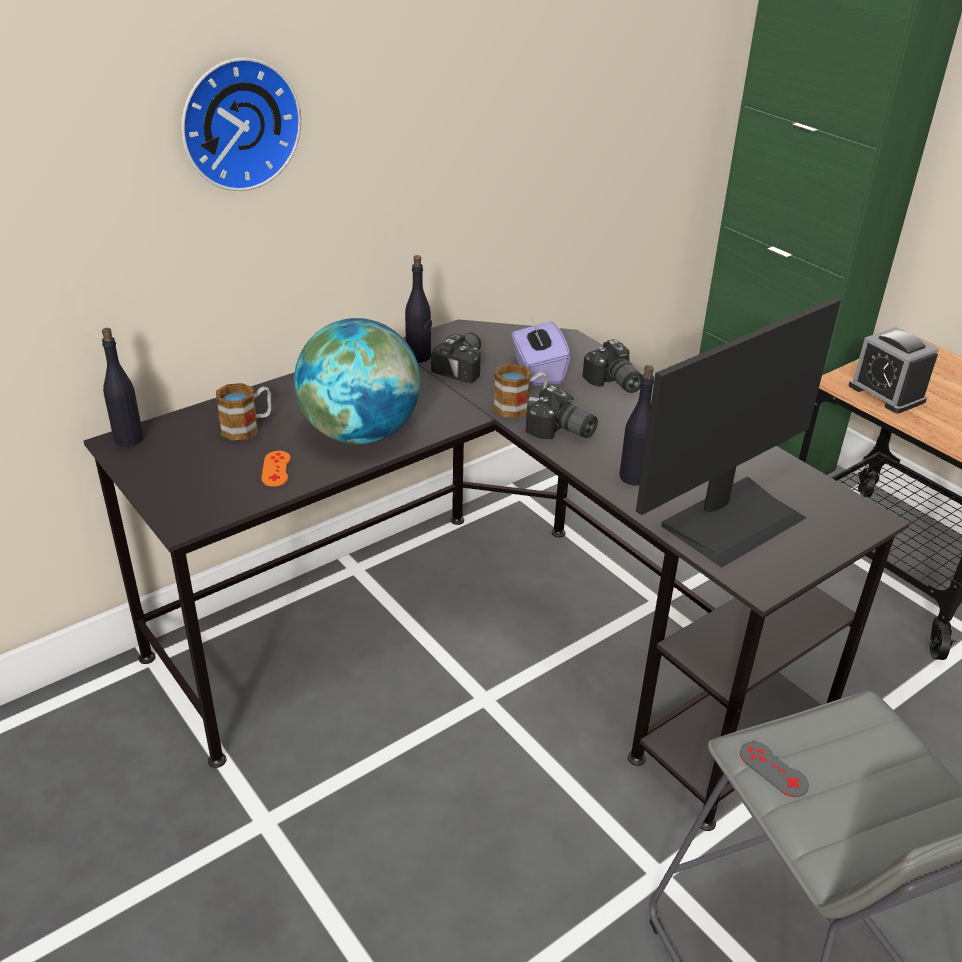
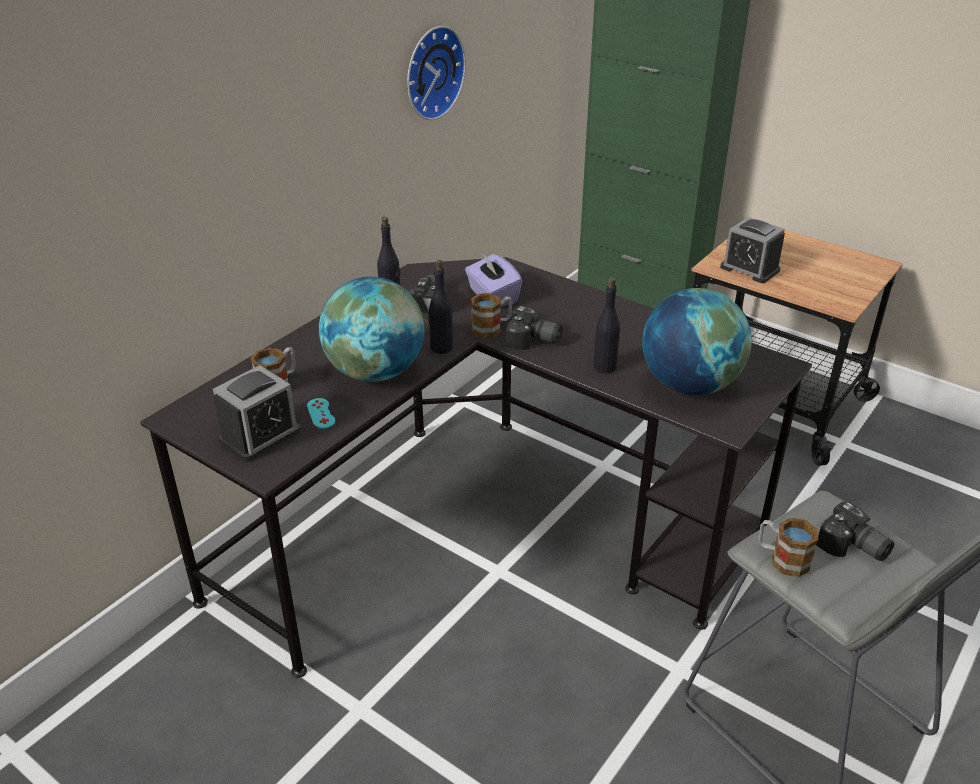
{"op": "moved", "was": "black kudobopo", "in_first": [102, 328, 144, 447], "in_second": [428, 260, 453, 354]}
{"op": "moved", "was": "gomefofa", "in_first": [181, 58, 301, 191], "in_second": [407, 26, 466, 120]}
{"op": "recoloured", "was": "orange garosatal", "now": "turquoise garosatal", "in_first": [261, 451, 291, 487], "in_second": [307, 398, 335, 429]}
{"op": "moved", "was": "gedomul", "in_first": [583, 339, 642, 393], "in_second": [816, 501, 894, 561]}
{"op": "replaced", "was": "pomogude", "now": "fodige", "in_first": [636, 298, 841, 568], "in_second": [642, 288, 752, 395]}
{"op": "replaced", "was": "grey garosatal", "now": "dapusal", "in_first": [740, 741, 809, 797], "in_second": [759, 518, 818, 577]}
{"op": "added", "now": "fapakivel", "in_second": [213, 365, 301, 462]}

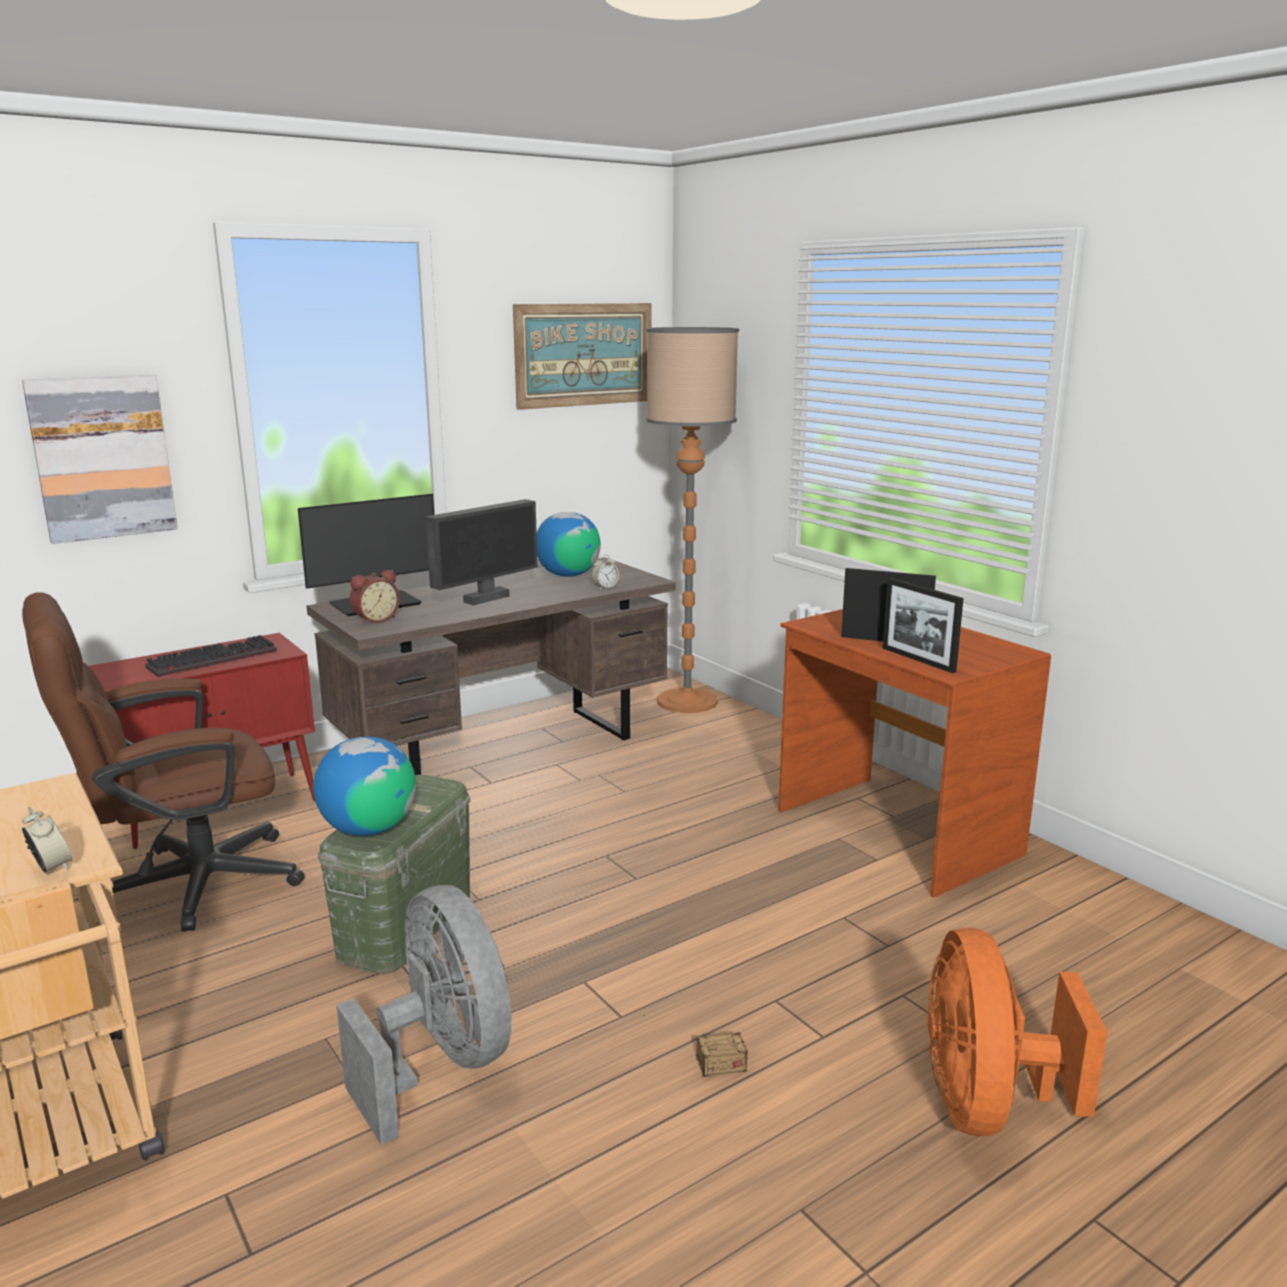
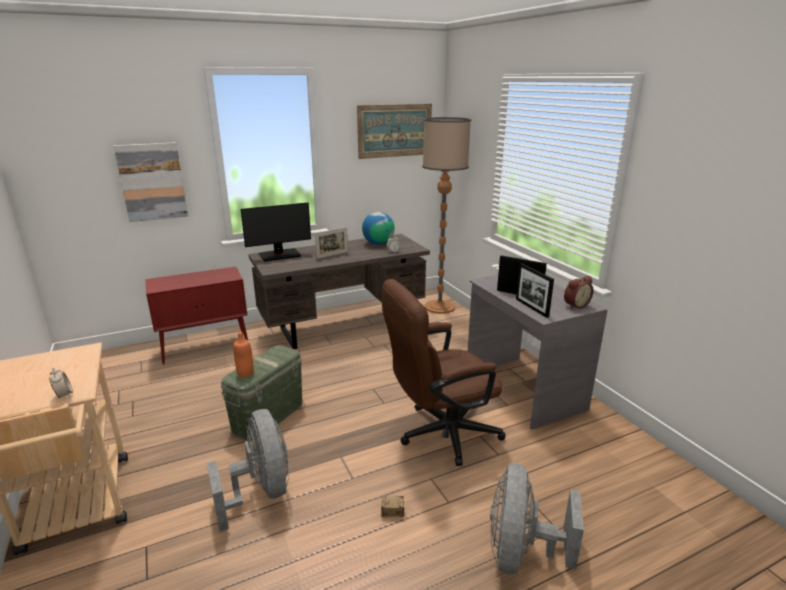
{"op": "moved", "was": "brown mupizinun", "in_first": [22, 592, 305, 932], "in_second": [382, 279, 506, 466]}
{"op": "removed", "was": "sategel", "in_first": [145, 635, 277, 677]}
{"op": "replaced", "was": "fodige", "now": "orange kudobopo", "in_first": [313, 737, 416, 836], "in_second": [233, 332, 254, 377]}
{"op": "moved", "was": "fapakivel", "in_first": [350, 570, 400, 624], "in_second": [564, 276, 593, 309]}
{"op": "replaced", "was": "pomogude", "now": "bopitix", "in_first": [425, 499, 538, 605], "in_second": [315, 227, 348, 259]}
{"op": "recoloured", "was": "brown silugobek", "now": "grey silugobek", "in_first": [778, 609, 1051, 897], "in_second": [468, 275, 608, 430]}
{"op": "recoloured", "was": "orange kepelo", "now": "grey kepelo", "in_first": [927, 928, 1108, 1137], "in_second": [490, 463, 584, 575]}

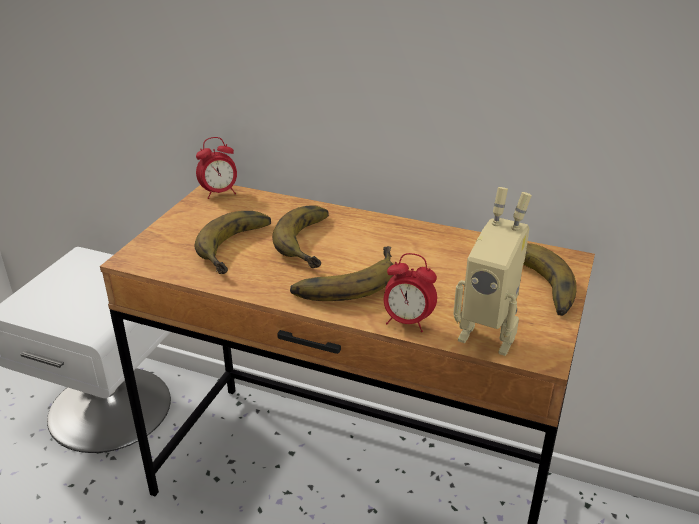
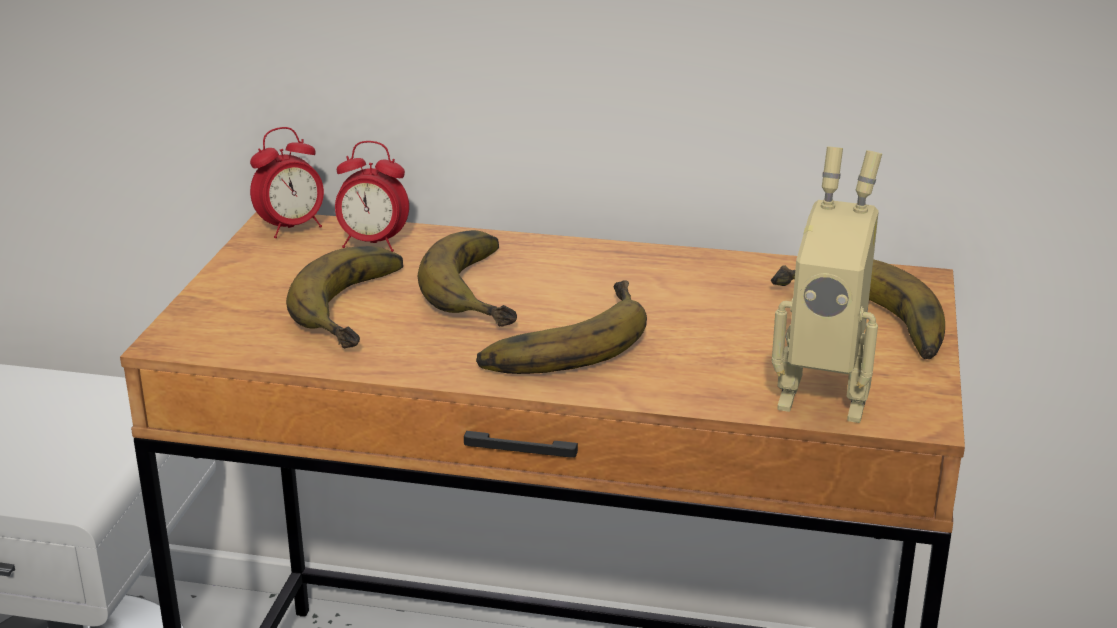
{"op": "moved", "was": "fapakivel", "in_first": [384, 253, 437, 332], "in_second": [335, 141, 409, 252]}

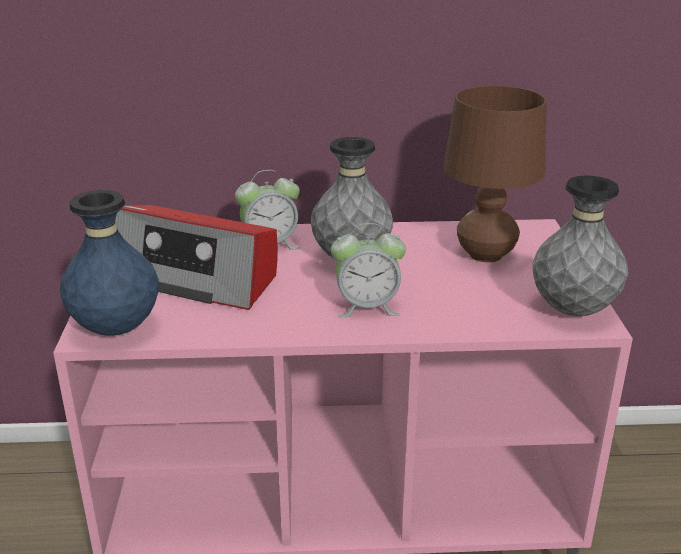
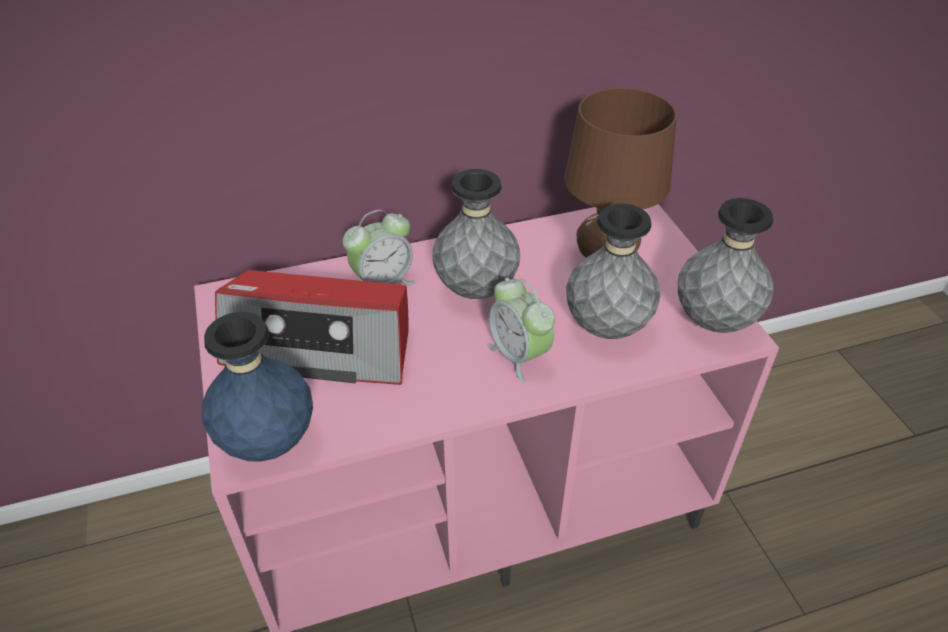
{"op": "turned", "was": "fapakivel", "in_first": [331, 223, 406, 318], "in_second": [487, 278, 555, 382], "clockwise": 75}
{"op": "added", "now": "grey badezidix", "in_second": [566, 204, 660, 339]}

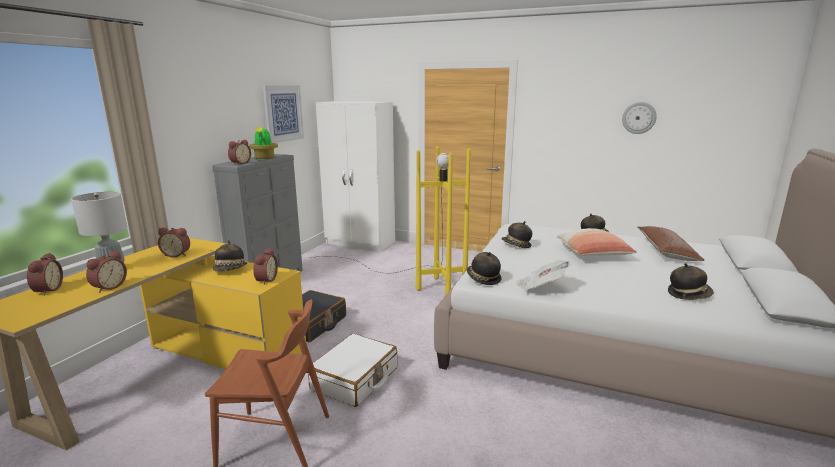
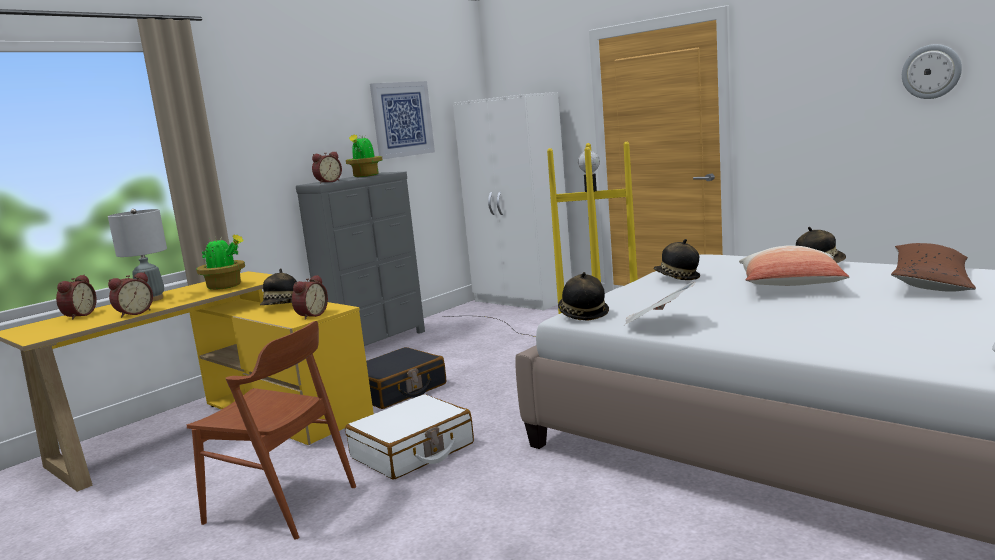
{"op": "replaced", "was": "fapakivel", "now": "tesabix", "in_first": [158, 228, 190, 258], "in_second": [196, 235, 245, 290]}
{"op": "removed", "was": "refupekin", "in_first": [668, 263, 713, 300]}

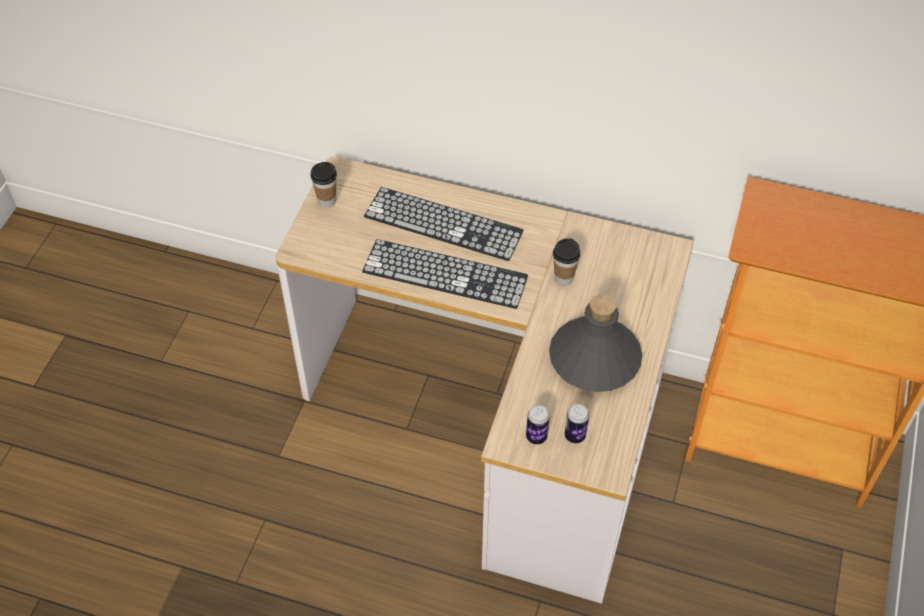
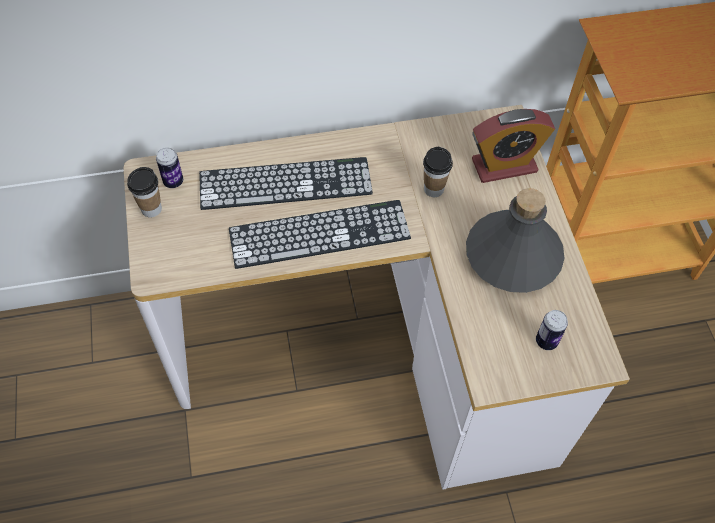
{"op": "moved", "was": "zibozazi", "in_first": [526, 405, 550, 444], "in_second": [156, 147, 183, 188]}
{"op": "added", "now": "fapakivel", "in_second": [472, 109, 555, 183]}

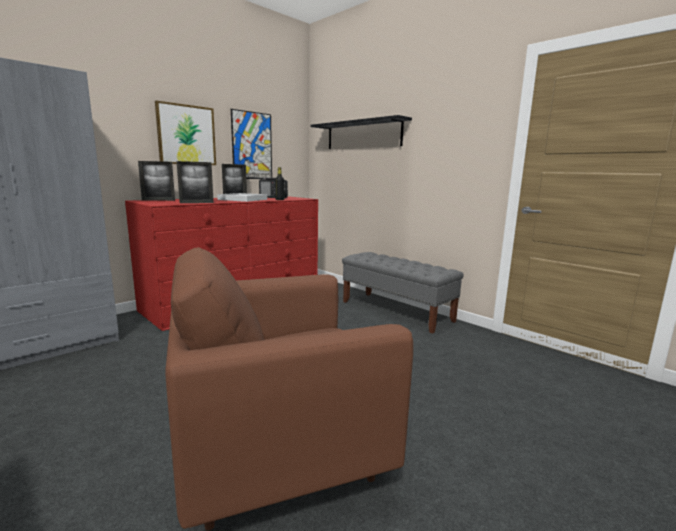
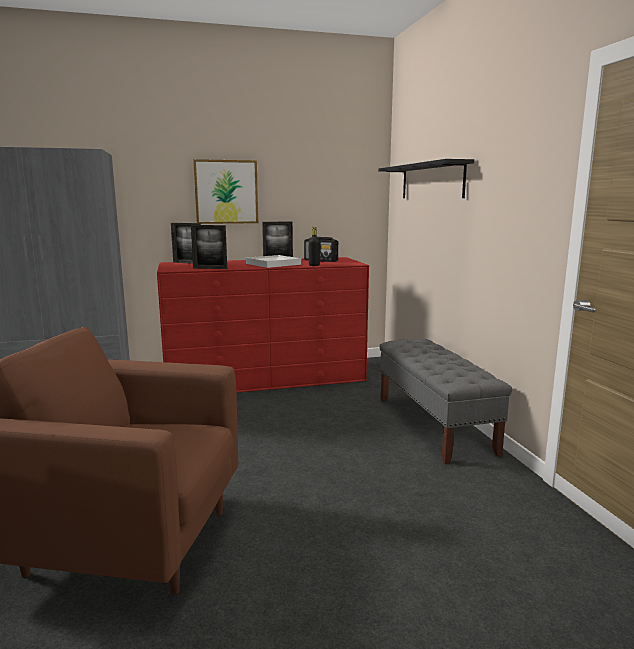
{"op": "removed", "was": "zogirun", "in_first": [231, 109, 272, 179]}

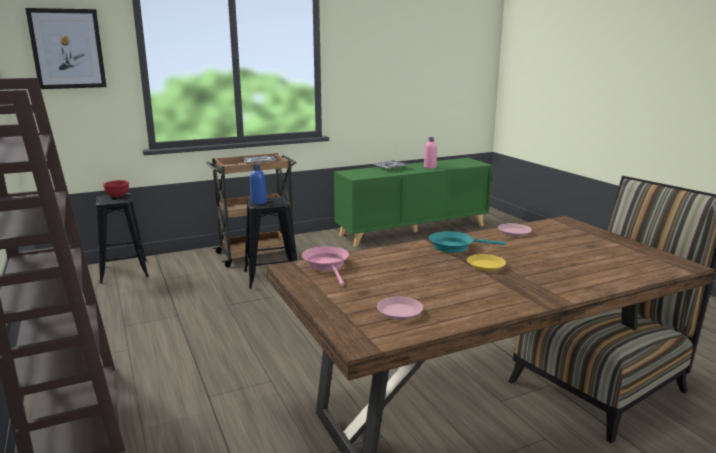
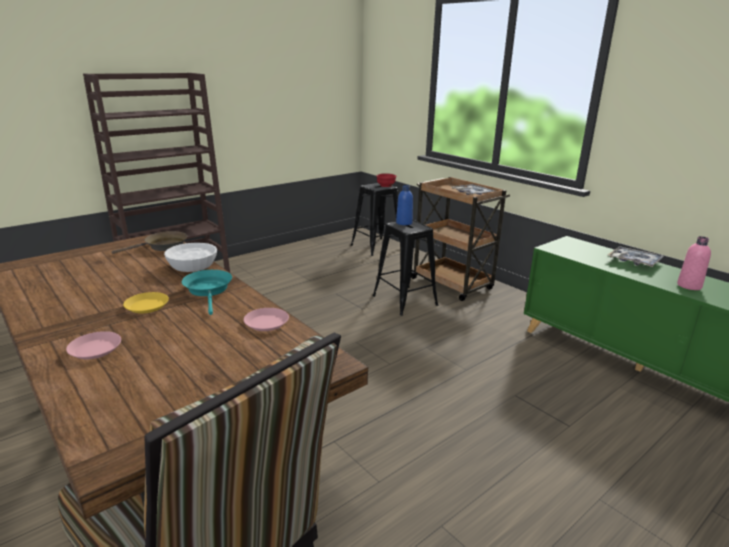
{"op": "removed", "was": "zogirun", "in_first": [25, 8, 107, 89]}
{"op": "recoloured", "was": "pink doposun", "now": "brown doposun", "in_first": [302, 246, 349, 286], "in_second": [112, 231, 187, 254]}
{"op": "moved", "was": "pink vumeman", "in_first": [377, 296, 423, 320], "in_second": [66, 331, 121, 359]}
{"op": "added", "now": "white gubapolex", "in_second": [164, 243, 217, 272]}

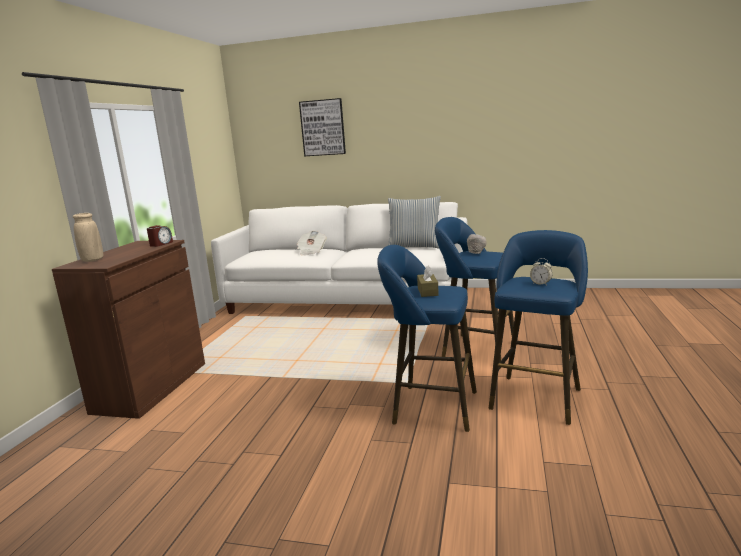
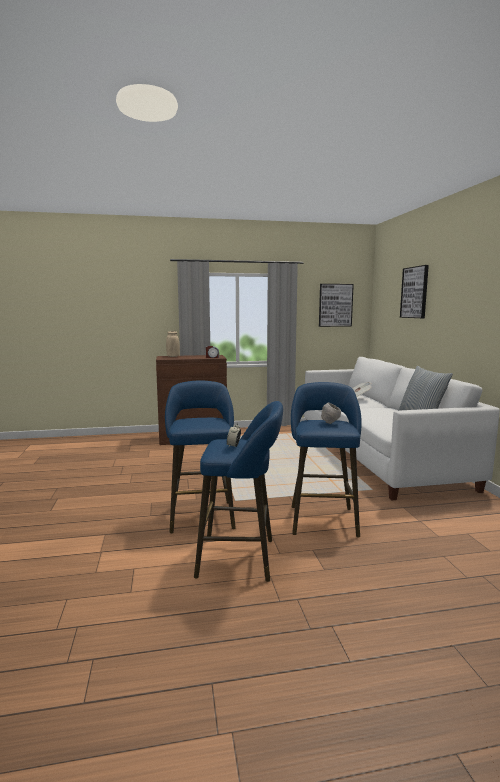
{"op": "removed", "was": "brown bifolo", "in_first": [417, 266, 439, 297]}
{"op": "added", "now": "zogirun", "in_second": [319, 284, 354, 327]}

